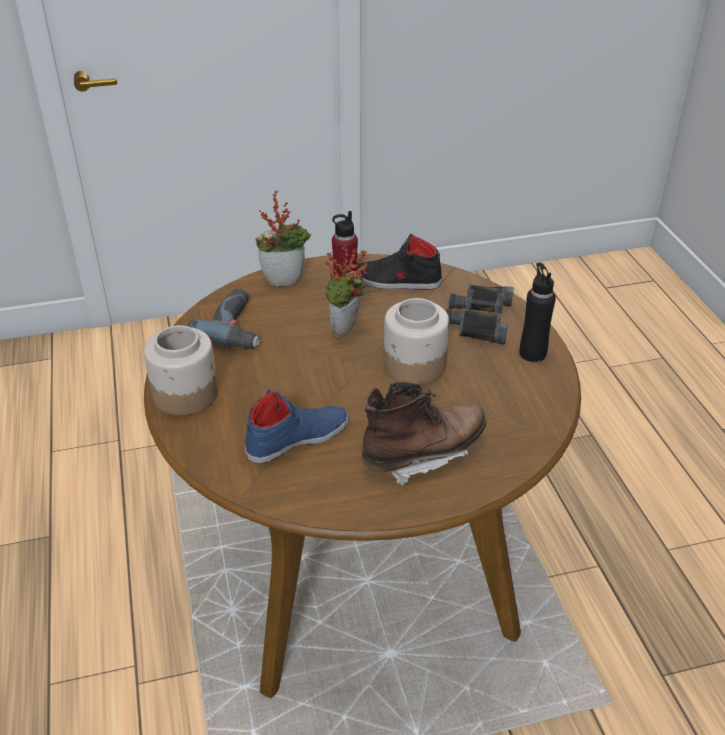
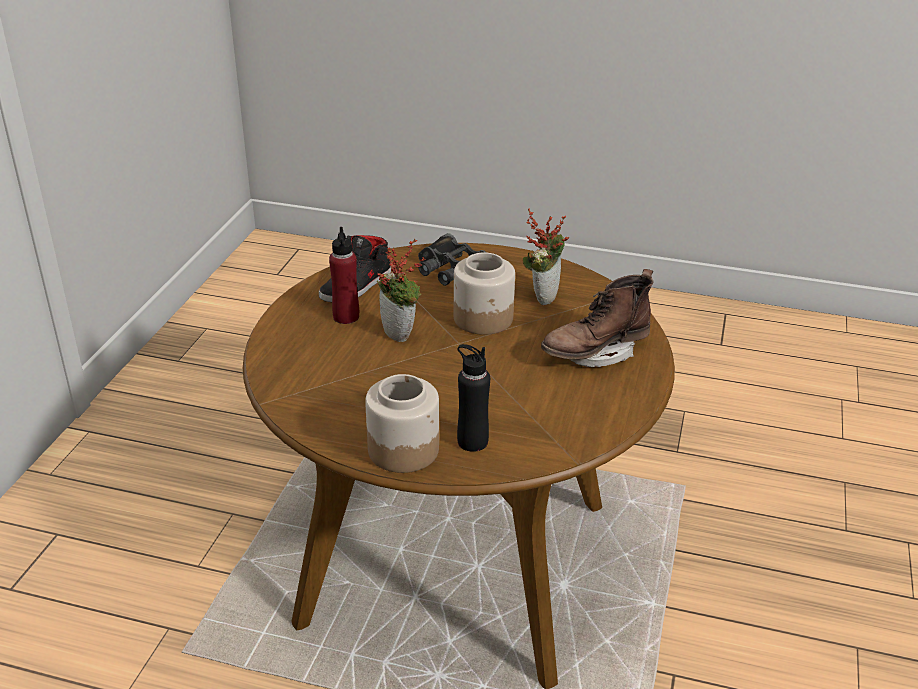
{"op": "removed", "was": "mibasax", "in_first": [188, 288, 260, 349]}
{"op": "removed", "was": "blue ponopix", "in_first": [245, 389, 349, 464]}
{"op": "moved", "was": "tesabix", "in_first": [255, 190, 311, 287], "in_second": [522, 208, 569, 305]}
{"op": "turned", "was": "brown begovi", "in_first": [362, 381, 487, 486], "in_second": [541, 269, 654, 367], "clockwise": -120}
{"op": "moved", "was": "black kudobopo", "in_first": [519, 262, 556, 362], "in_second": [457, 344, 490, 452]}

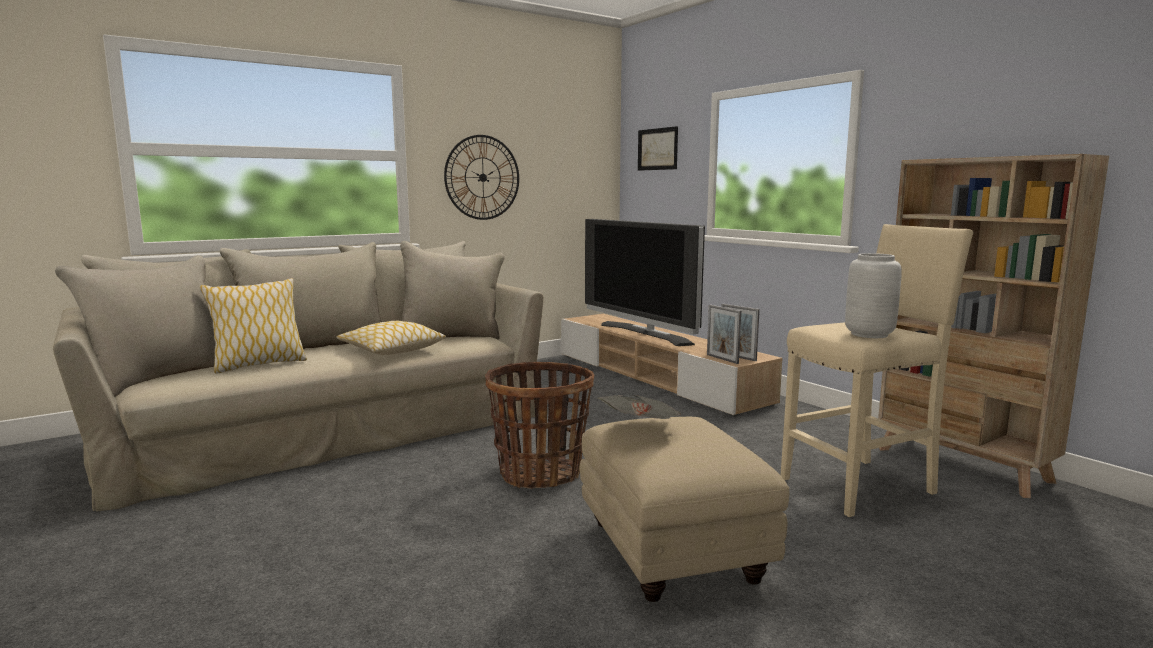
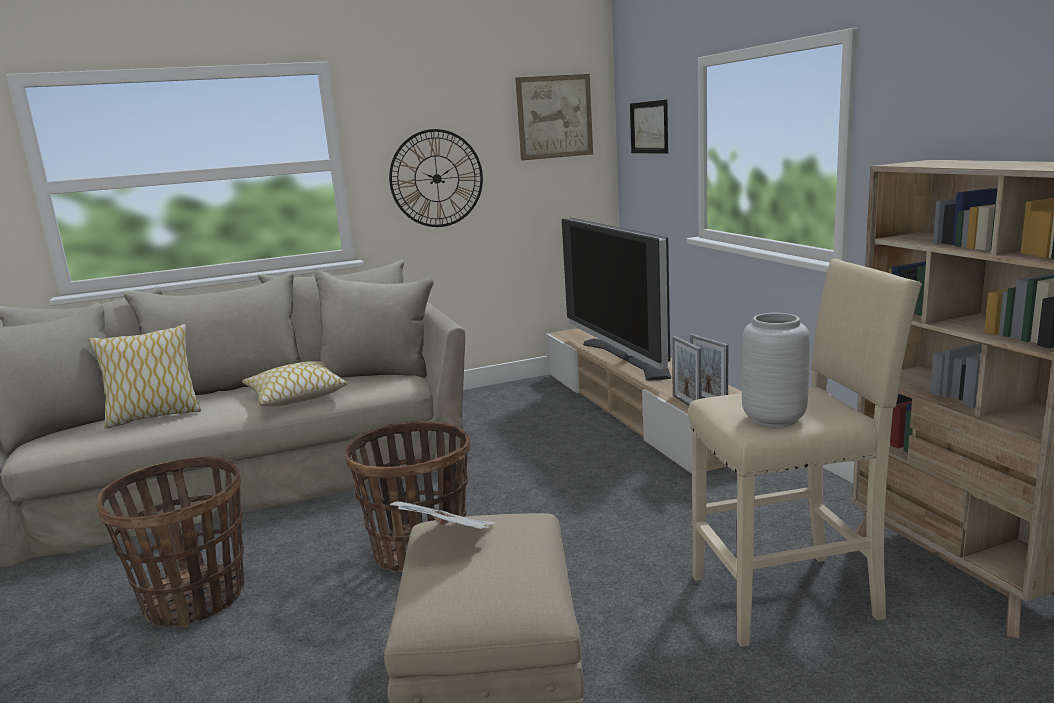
{"op": "added", "now": "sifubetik", "in_second": [96, 457, 244, 627]}
{"op": "added", "now": "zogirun", "in_second": [515, 74, 593, 161]}

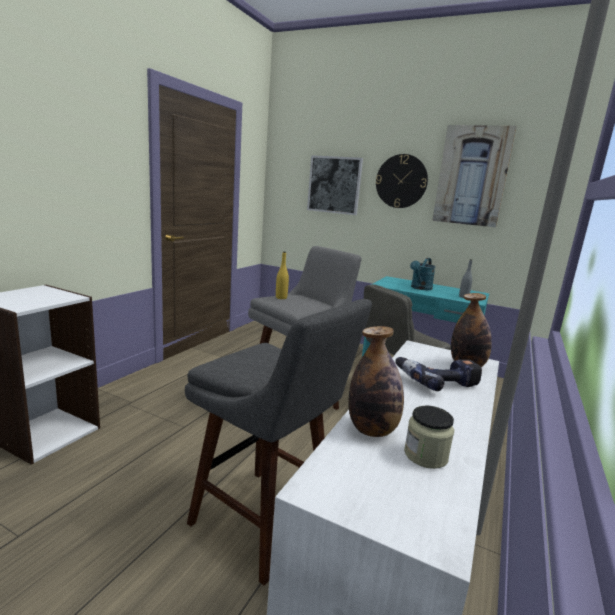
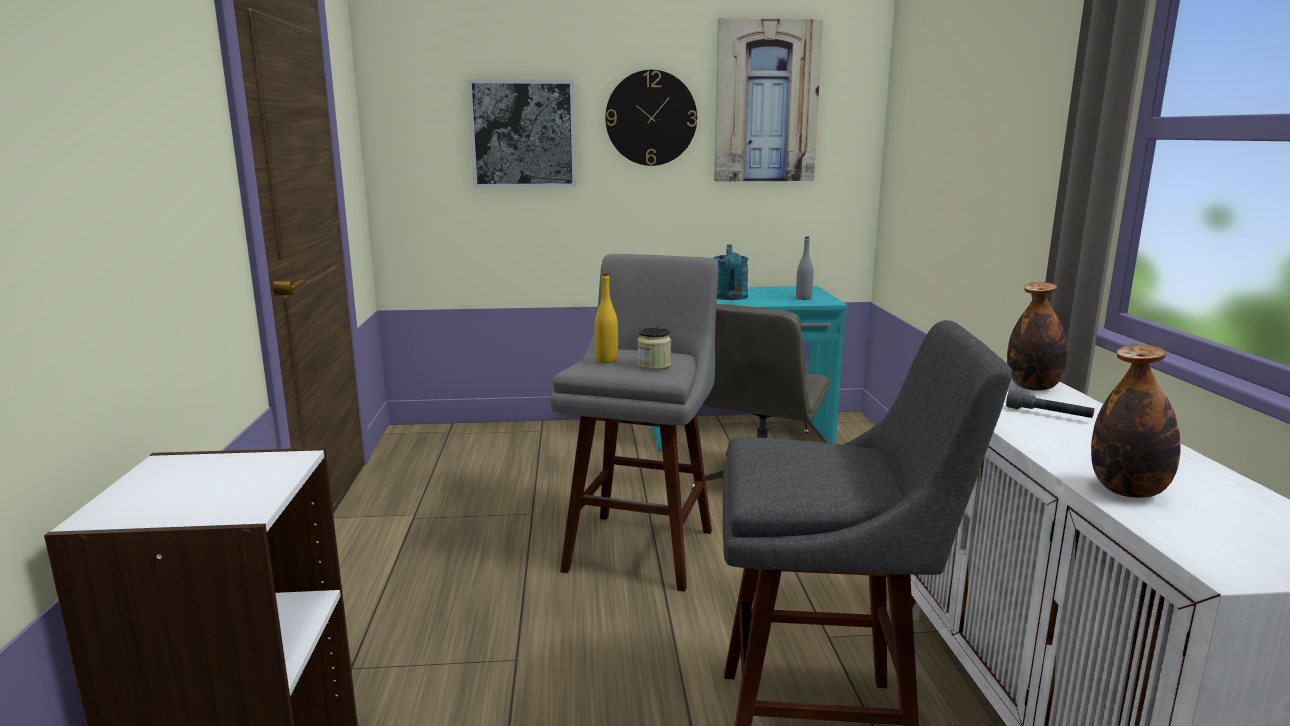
{"op": "replaced", "was": "mibasax", "now": "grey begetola", "in_first": [395, 357, 482, 391], "in_second": [1006, 389, 1094, 418]}
{"op": "moved", "was": "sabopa", "in_first": [404, 406, 454, 469], "in_second": [637, 327, 671, 370]}

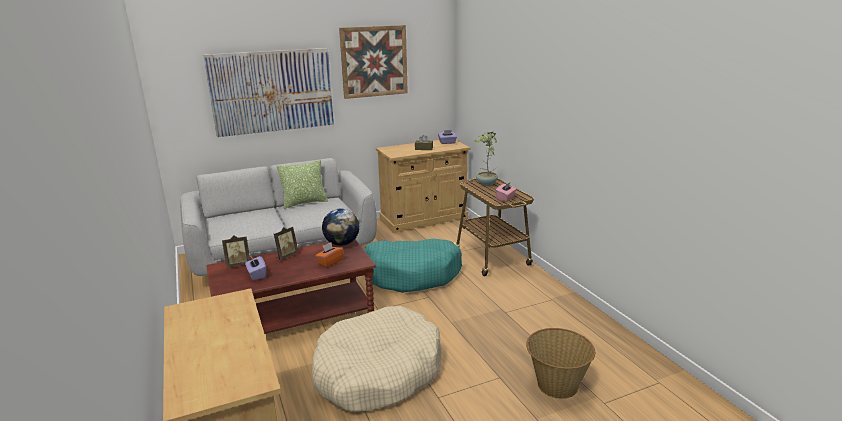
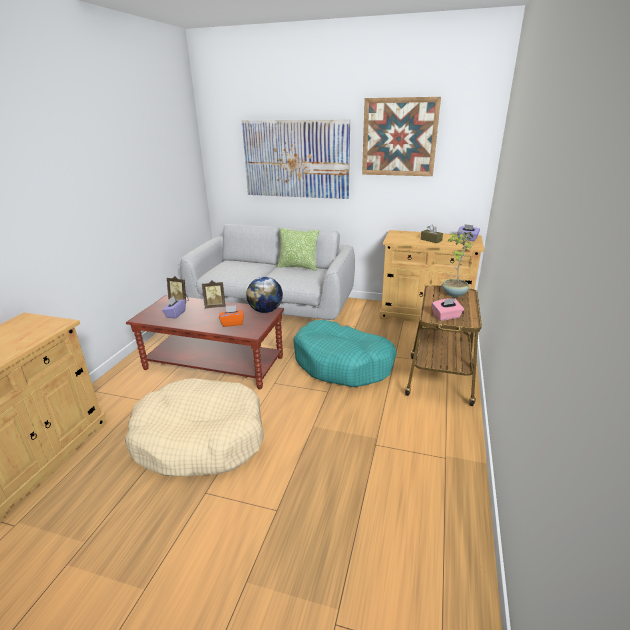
{"op": "removed", "was": "sifubetik", "in_first": [526, 328, 595, 399]}

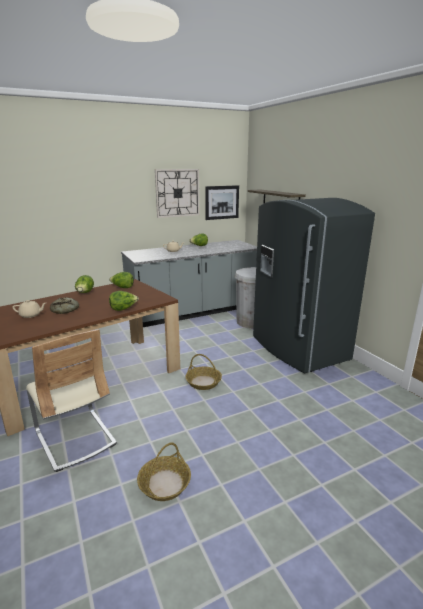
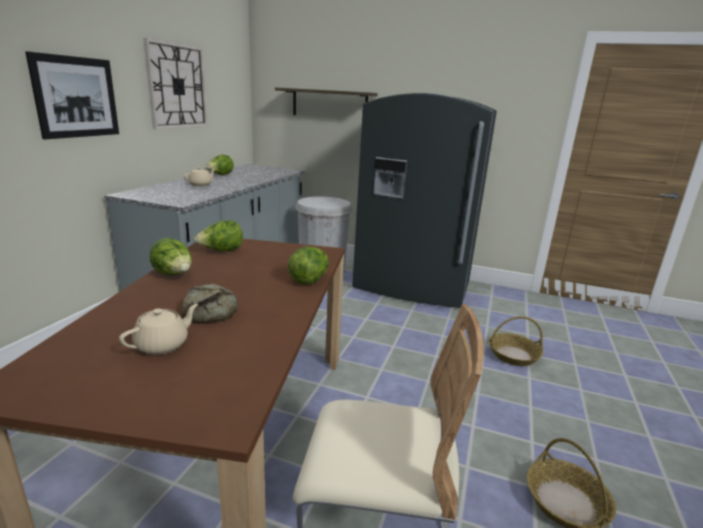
{"op": "moved", "was": "sifubetik", "in_first": [185, 354, 222, 390], "in_second": [489, 316, 543, 366]}
{"op": "moved", "was": "zogirun", "in_first": [205, 185, 239, 220], "in_second": [25, 51, 119, 139]}

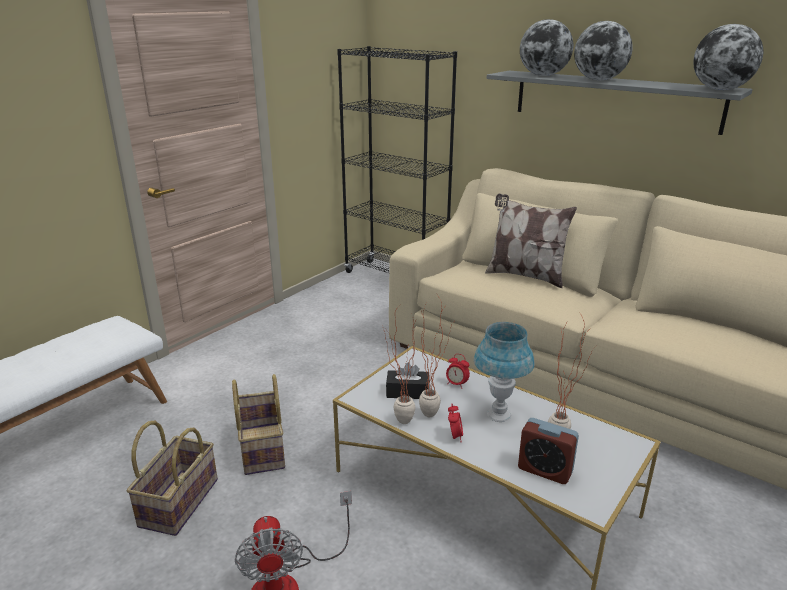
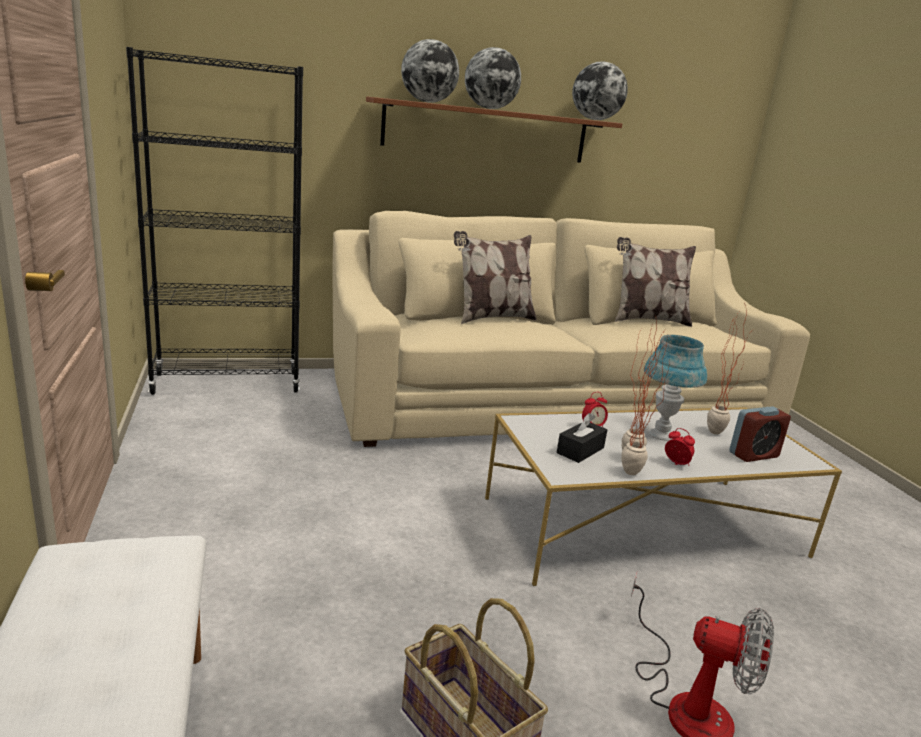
{"op": "removed", "was": "sifubetik", "in_first": [232, 374, 285, 475]}
{"op": "recoloured", "was": "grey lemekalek", "now": "brown lemekalek", "in_first": [487, 71, 753, 135], "in_second": [366, 96, 622, 163]}
{"op": "added", "now": "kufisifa", "in_second": [615, 237, 696, 327]}

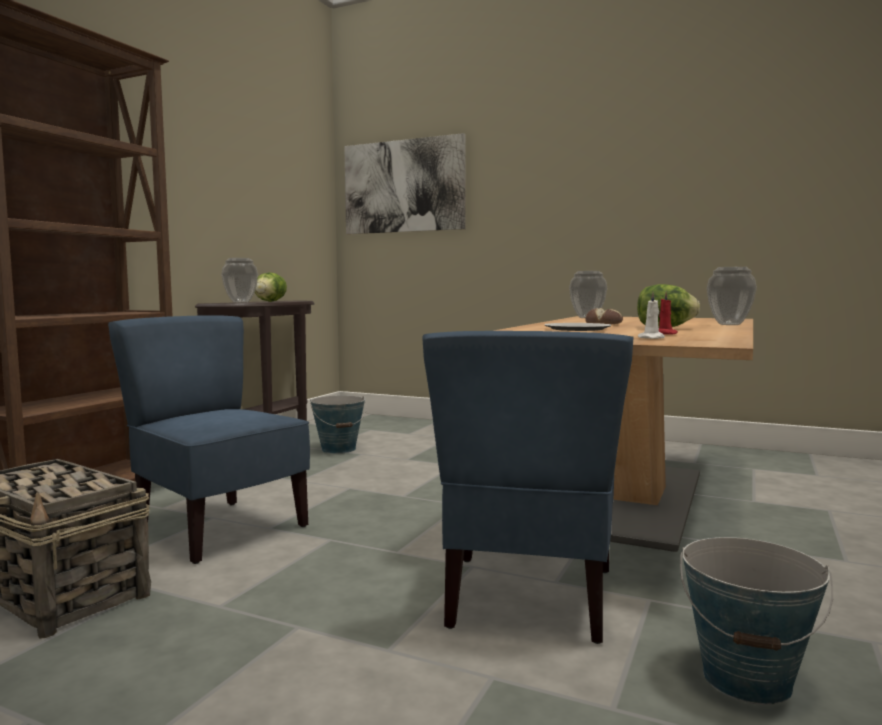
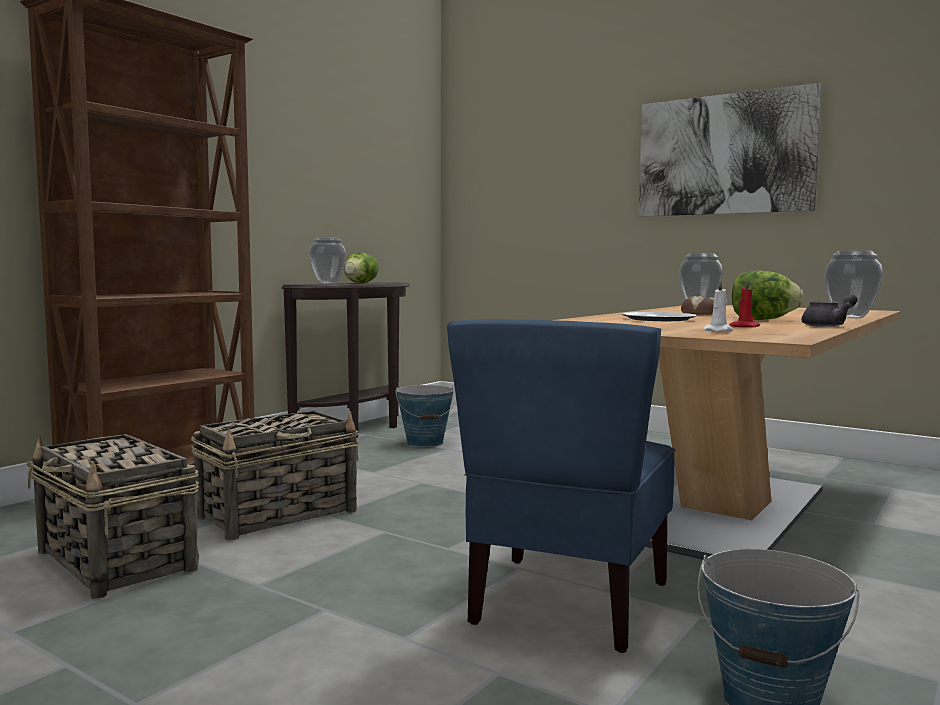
{"op": "replaced", "was": "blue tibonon", "now": "sifubetik", "in_first": [108, 315, 310, 564], "in_second": [191, 410, 359, 540]}
{"op": "moved", "was": "zogirun", "in_first": [344, 133, 466, 234], "in_second": [639, 83, 822, 217]}
{"op": "added", "now": "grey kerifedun", "in_second": [801, 294, 858, 327]}

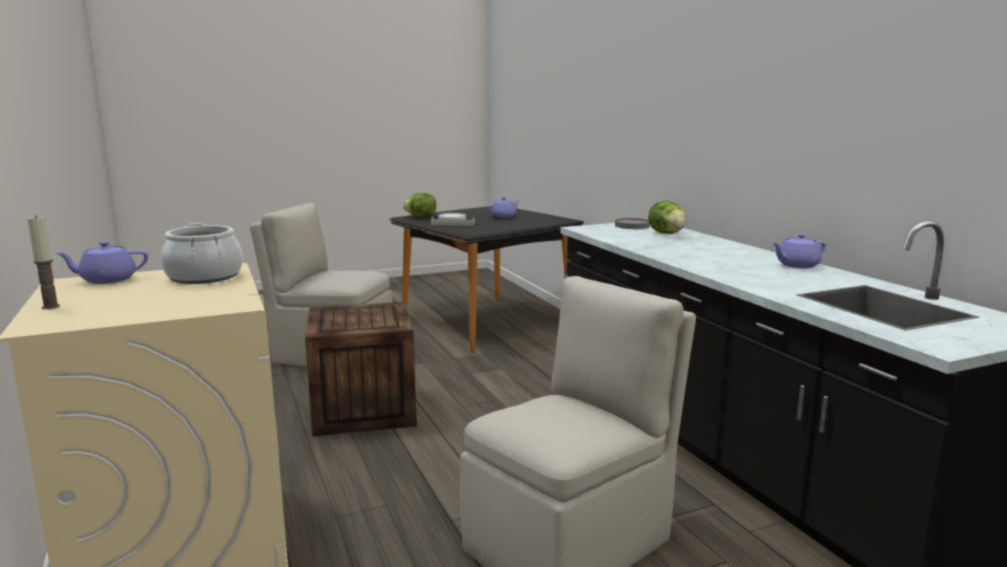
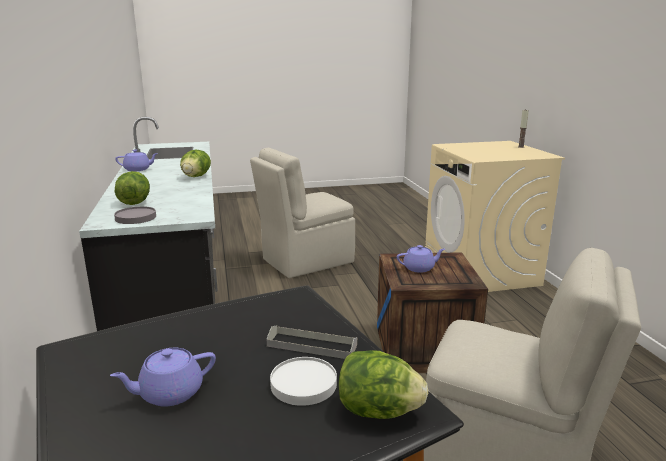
{"op": "moved", "was": "purple kerifedun", "in_first": [55, 241, 148, 284], "in_second": [397, 245, 445, 273]}
{"op": "removed", "was": "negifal", "in_first": [161, 223, 243, 284]}
{"op": "added", "now": "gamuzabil", "in_second": [180, 150, 211, 177]}

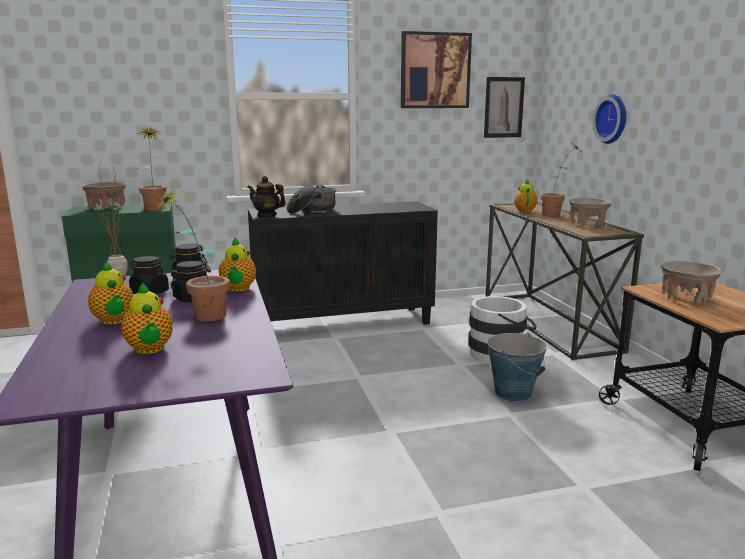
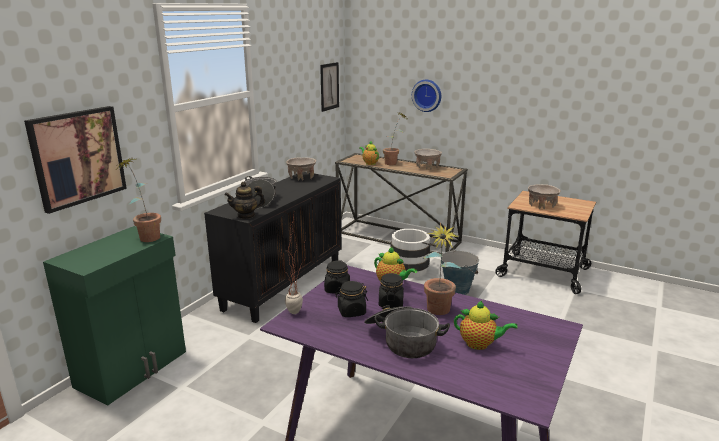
{"op": "moved", "was": "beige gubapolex", "in_first": [82, 181, 126, 210], "in_second": [286, 157, 316, 181]}
{"op": "replaced", "was": "kerifedun", "now": "negifal", "in_first": [88, 261, 134, 324], "in_second": [364, 305, 450, 358]}
{"op": "moved", "was": "zogirun", "in_first": [401, 31, 472, 108], "in_second": [24, 106, 127, 214]}

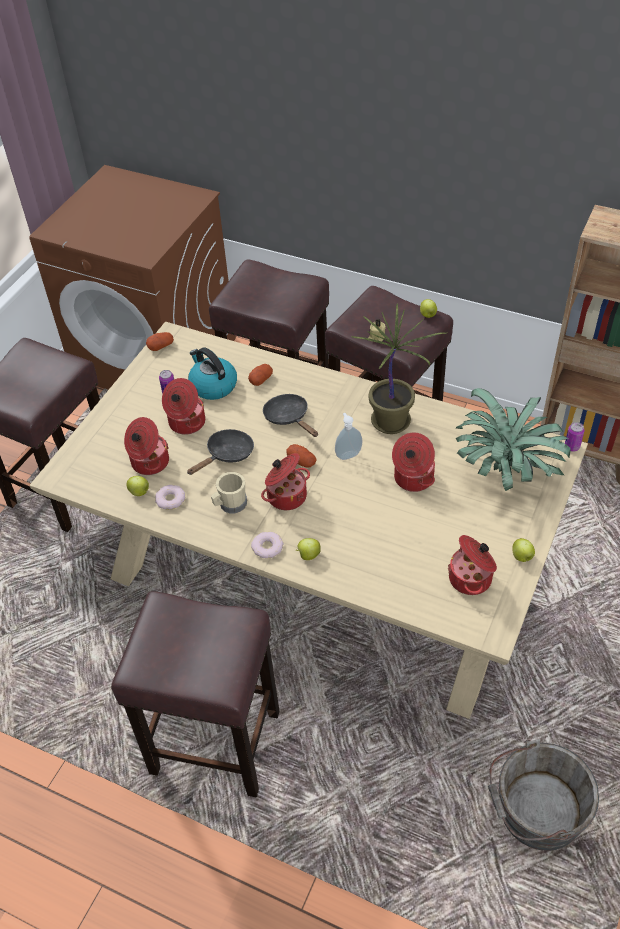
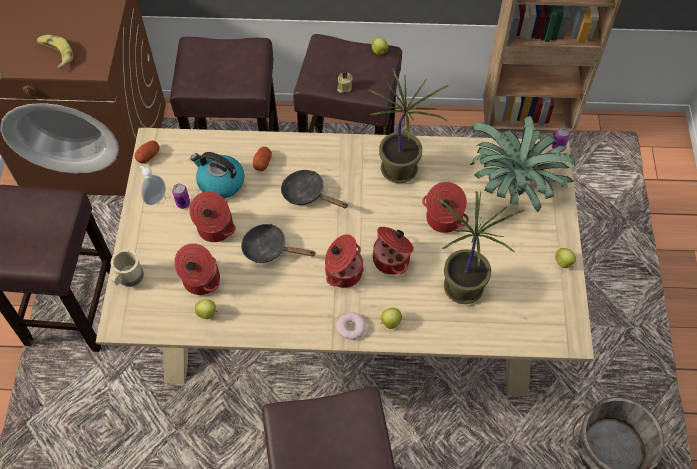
{"op": "removed", "was": "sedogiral", "in_first": [155, 485, 185, 510]}
{"op": "turned", "was": "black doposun", "in_first": [188, 429, 254, 475], "in_second": [241, 224, 315, 263], "clockwise": -90}
{"op": "moved", "was": "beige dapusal", "in_first": [211, 472, 247, 513], "in_second": [110, 249, 144, 287]}
{"op": "removed", "was": "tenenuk", "in_first": [286, 444, 317, 468]}
{"op": "moved", "was": "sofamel", "in_first": [335, 413, 362, 460], "in_second": [140, 166, 166, 205]}
{"op": "moved", "was": "negifal", "in_first": [448, 535, 497, 595], "in_second": [372, 227, 414, 275]}
{"op": "added", "now": "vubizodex", "in_second": [37, 35, 73, 69]}
{"op": "added", "now": "tesabix", "in_second": [435, 191, 525, 304]}

